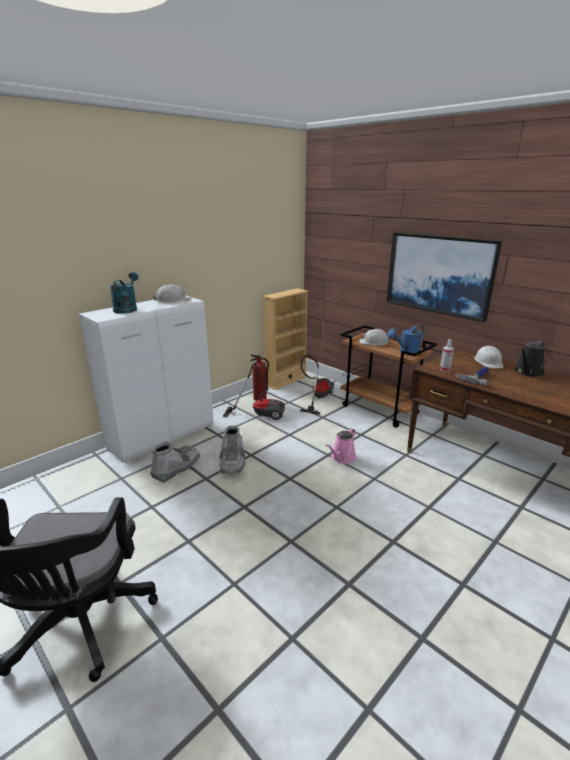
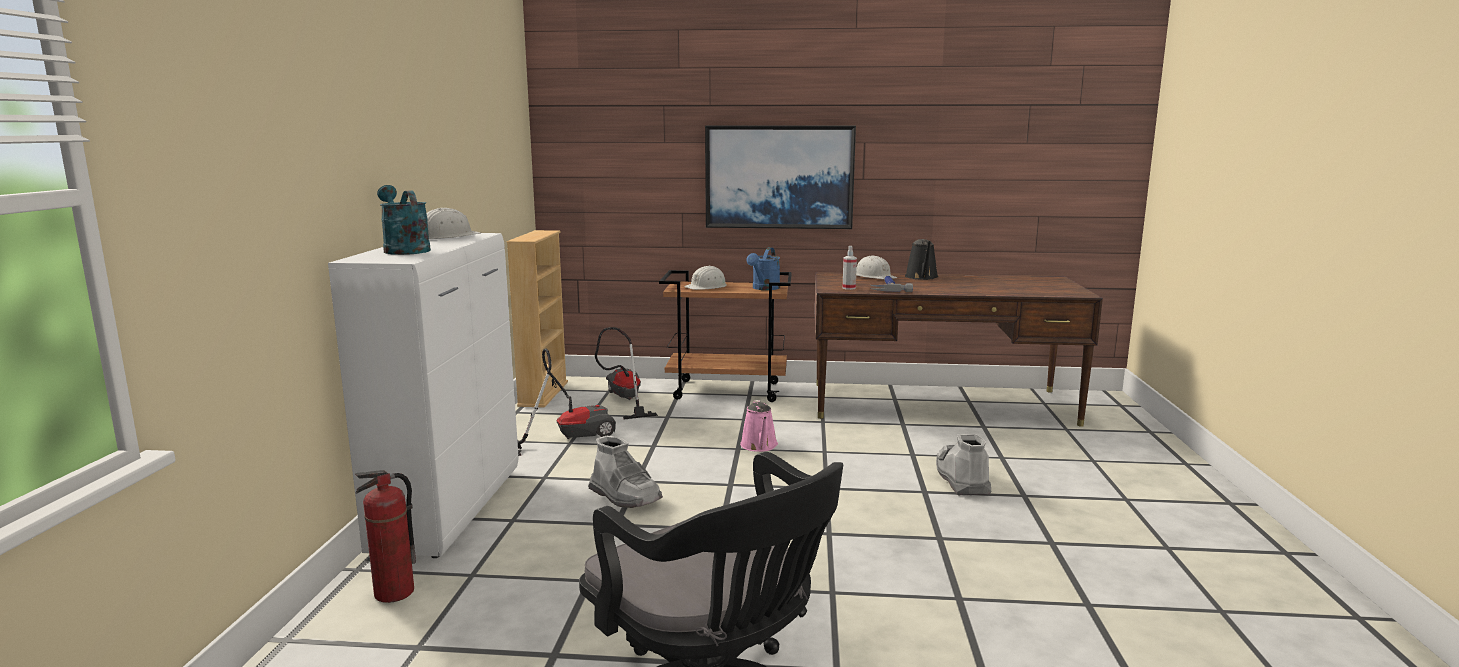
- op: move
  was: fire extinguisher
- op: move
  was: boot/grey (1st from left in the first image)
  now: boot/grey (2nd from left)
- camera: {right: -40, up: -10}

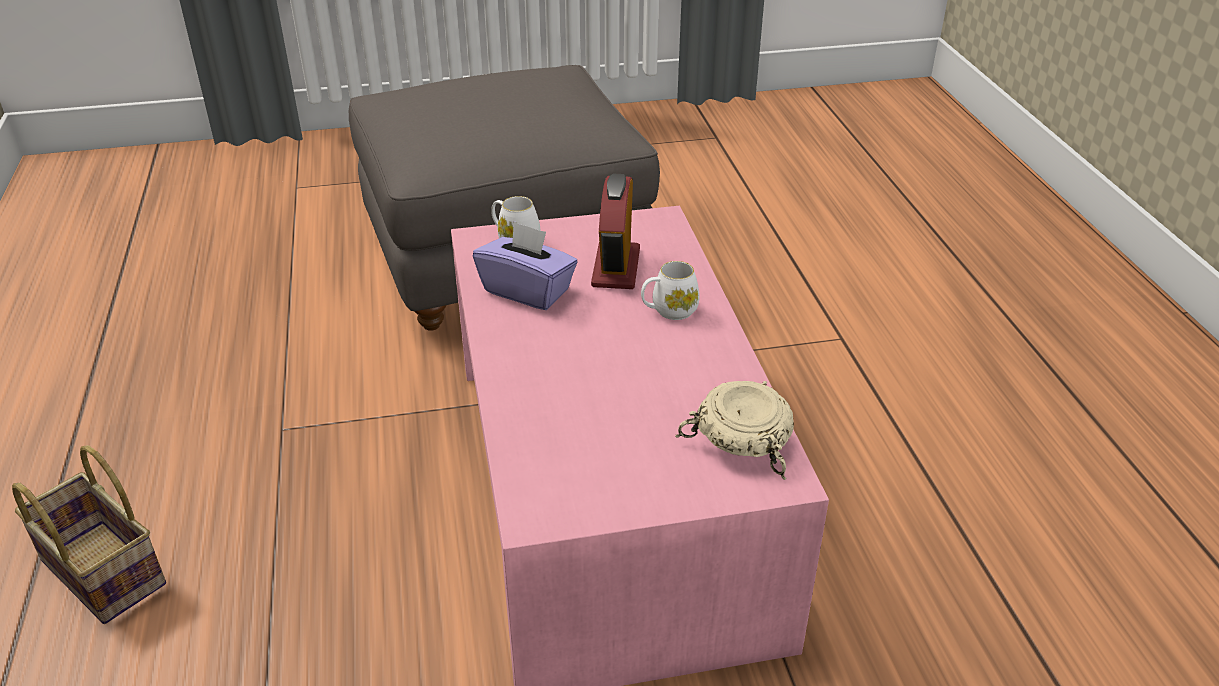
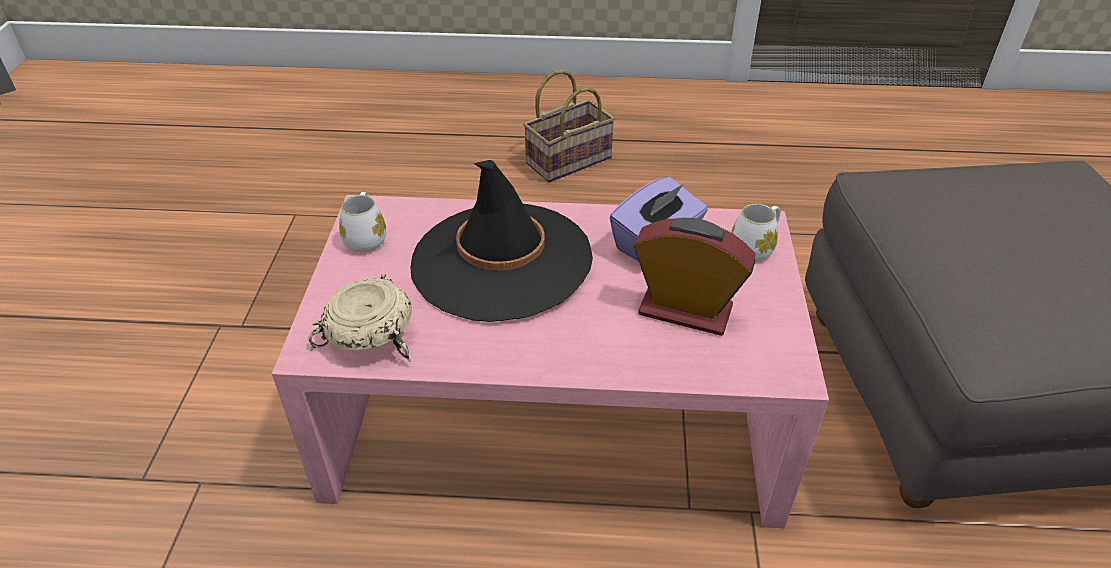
- op: move
  was: mug/white (2nd from left in the first image)
  now: mug/white (1st from left)
- op: insert
  now: hat/black
- camera: {right: 105, up: 5}

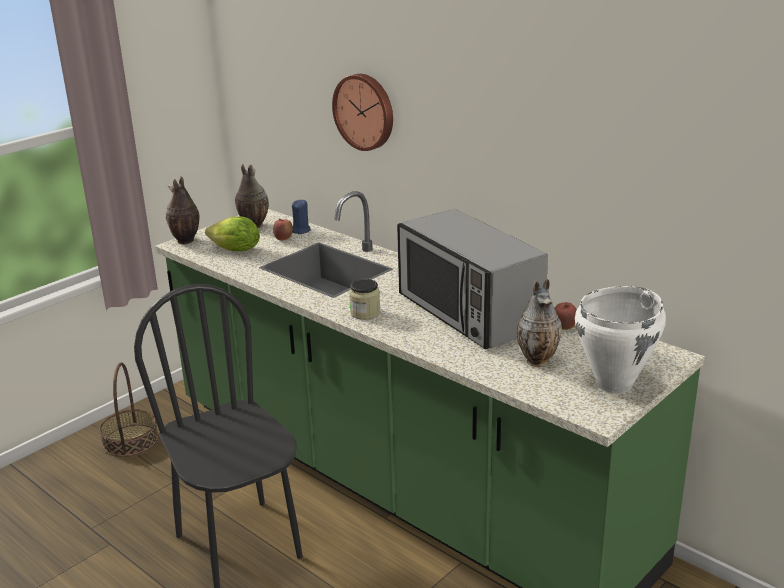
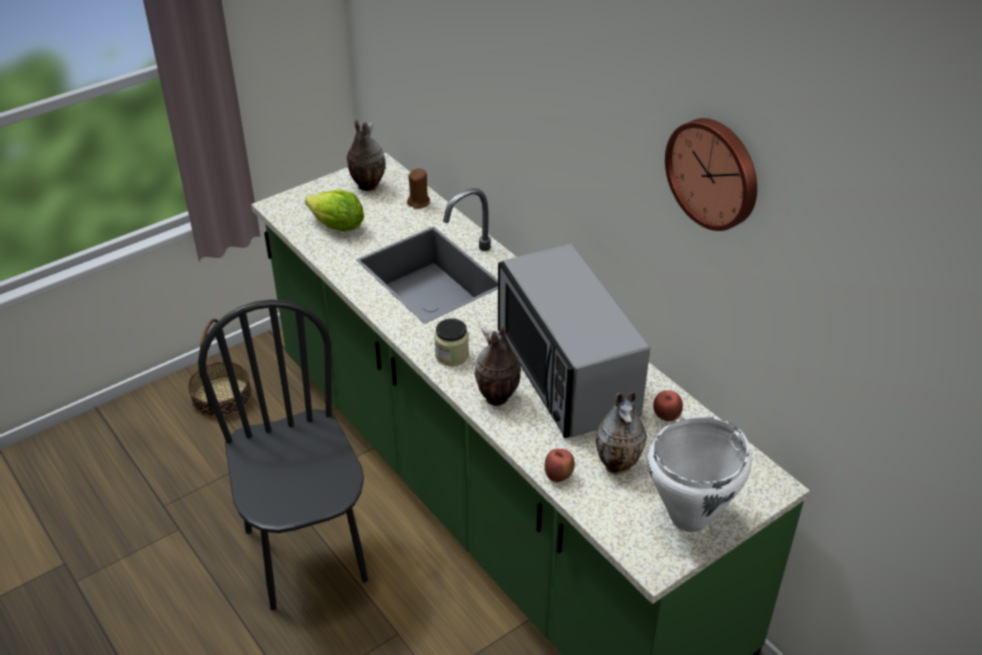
- op: move
  was: wall clock
- op: move
  was: vase (1st from left in the first image)
  now: vase (2nd from left)
- op: recolor
  was: candle/blue
  now: candle/brown
- op: move
  was: apple (1st from left)
- camera: {right: 10, up: 15}

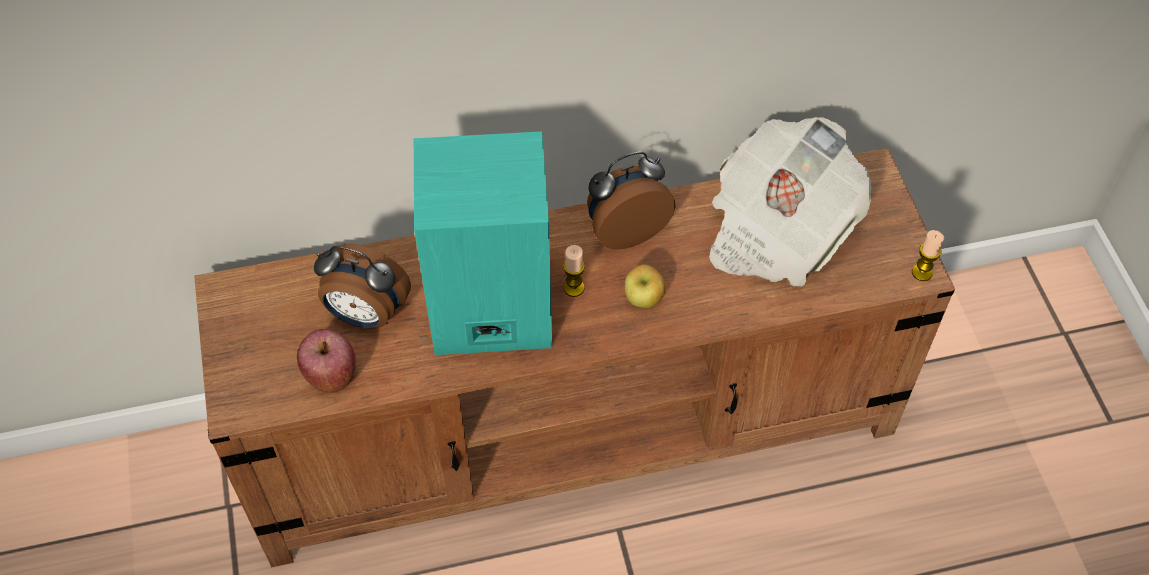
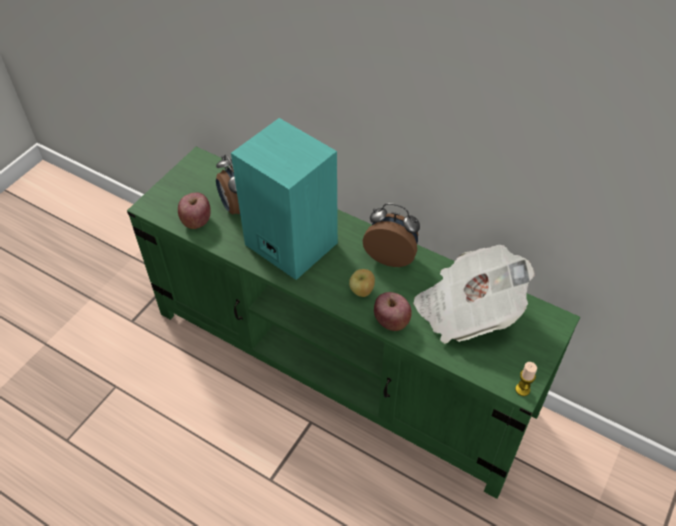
- op: recolor
  was: tv stand/brown
  now: tv stand/green
- op: delete
  was: candle (1st from left)
- op: insert
  now: apple (3rd from left)
- camera: {right: 45, up: -5}

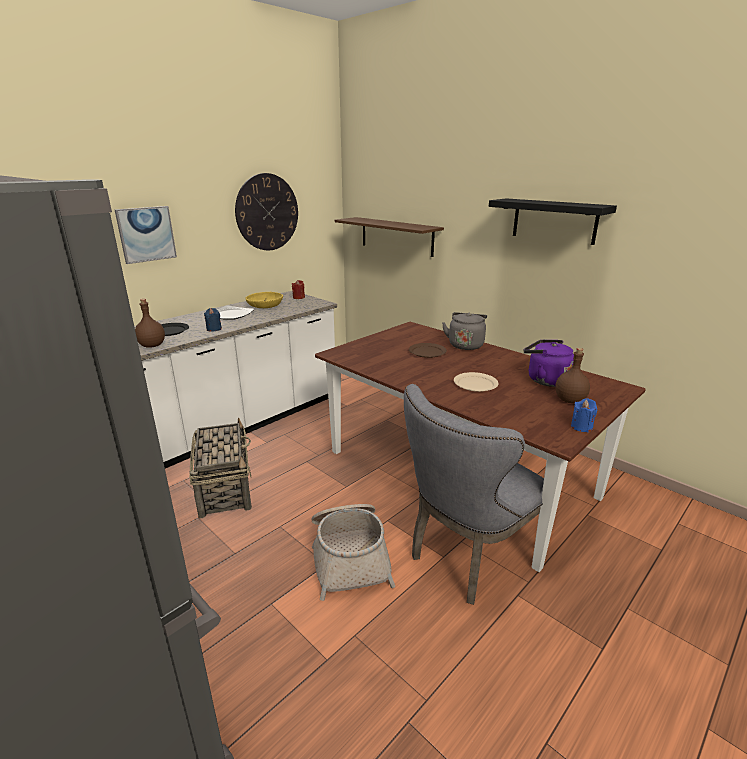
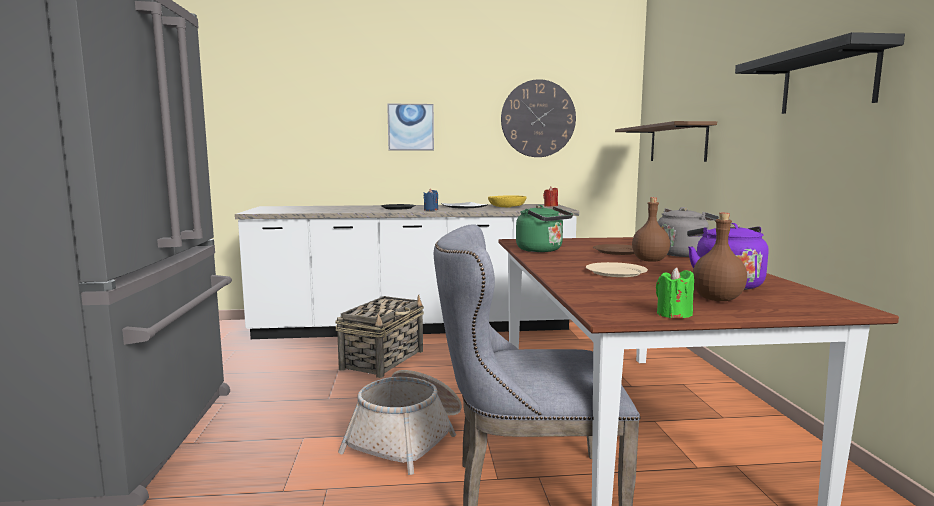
- op: move
  was: bottle/brown (1st from left)
- op: recolor
  was: candle/blue (2nd from left)
  now: candle/green
- op: insert
  now: kettle/green
- camera: {right: 40, up: -15}

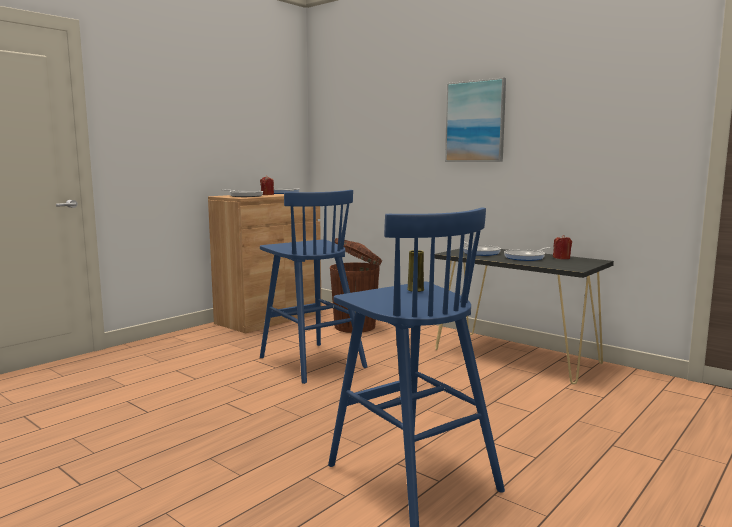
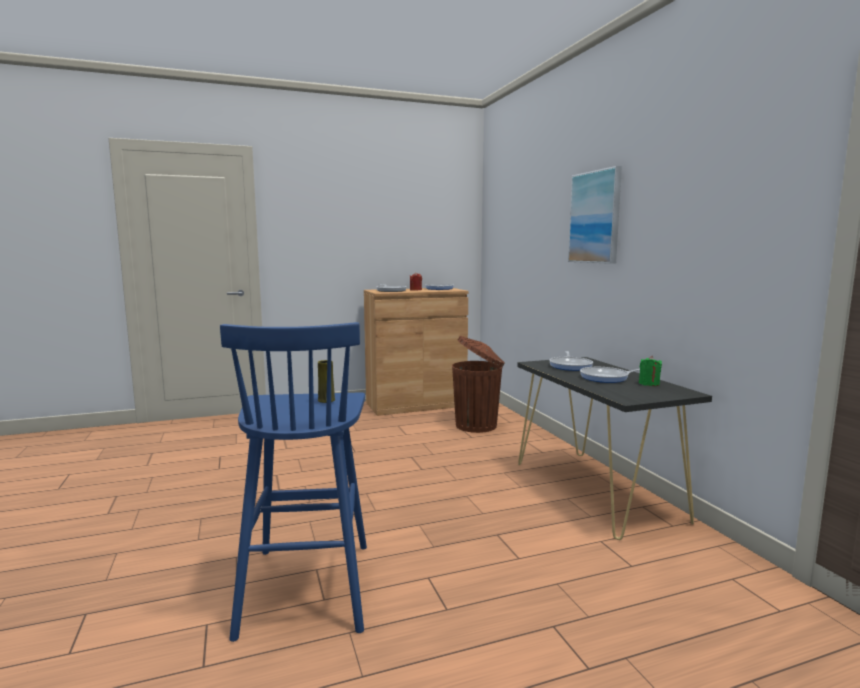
- op: delete
  was: stool/blue (1st from left)
- op: recolor
  was: candle/red (2nd from left)
  now: candle/green
- camera: {right: 30, up: 0}

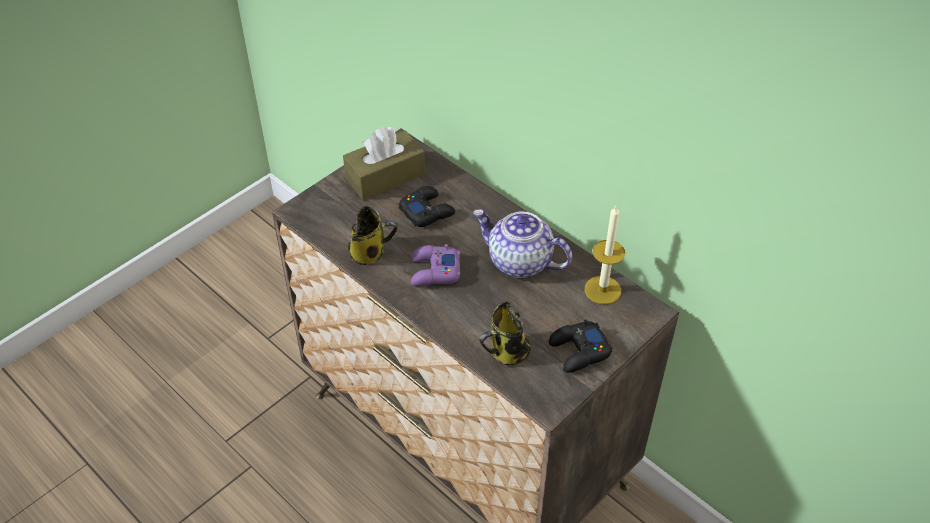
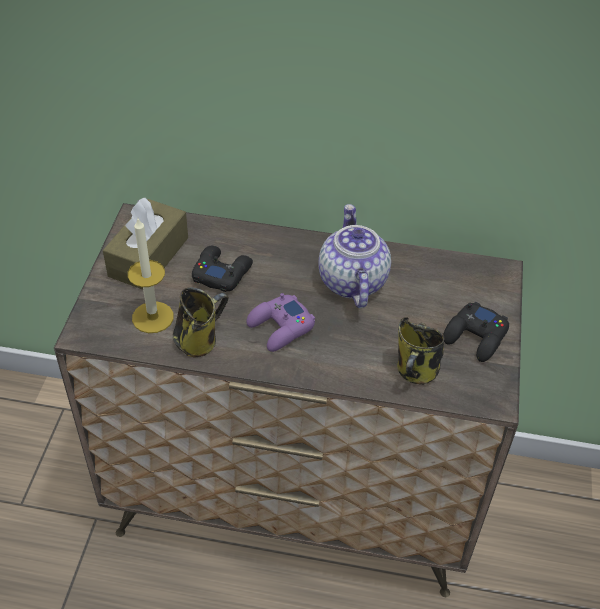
- op: move
  was: candle
- op: rotate
  was: teapot
  clockwise: 90
- camera: {right: -35, up: 0}

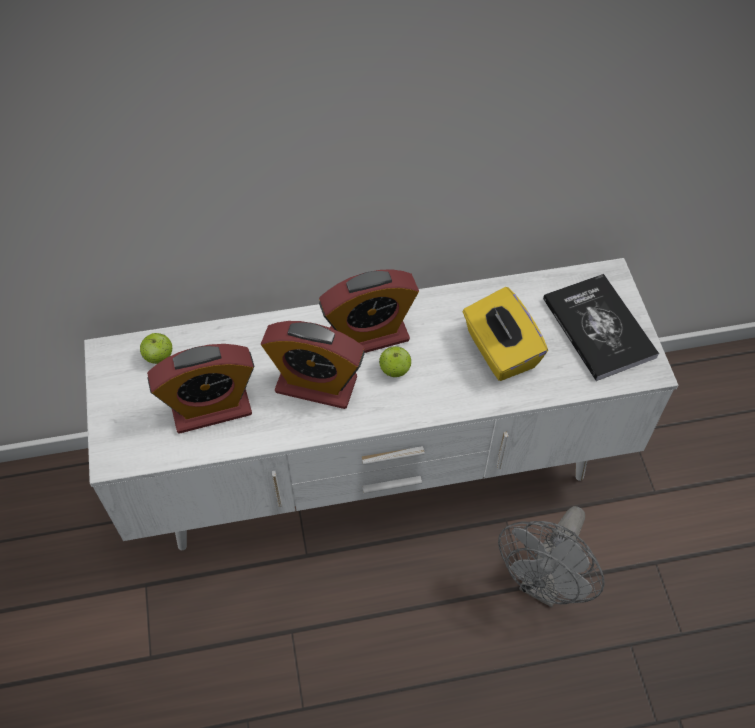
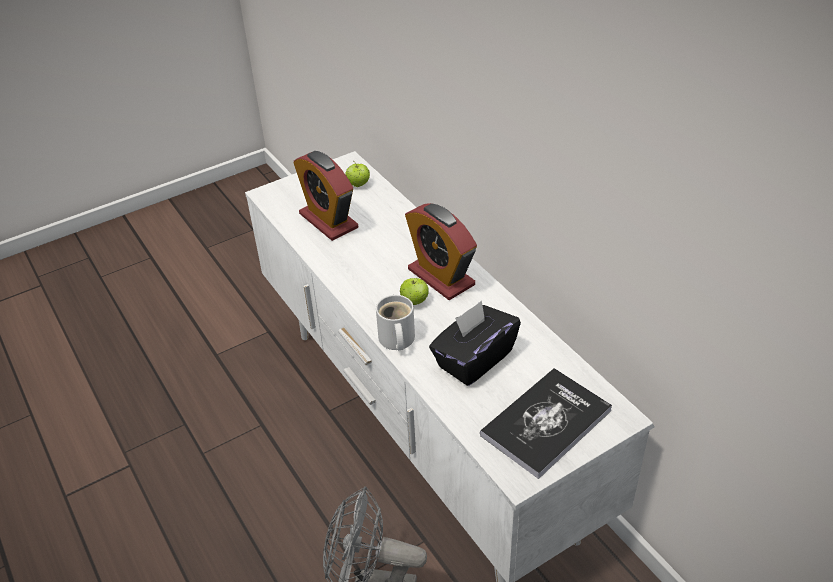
- op: recolor
  was: tissue box/yellow
  now: tissue box/black
- op: delete
  was: alarm clock (2nd from left)
- op: insert
  now: mug/white
- camera: {right: 70, up: -15}

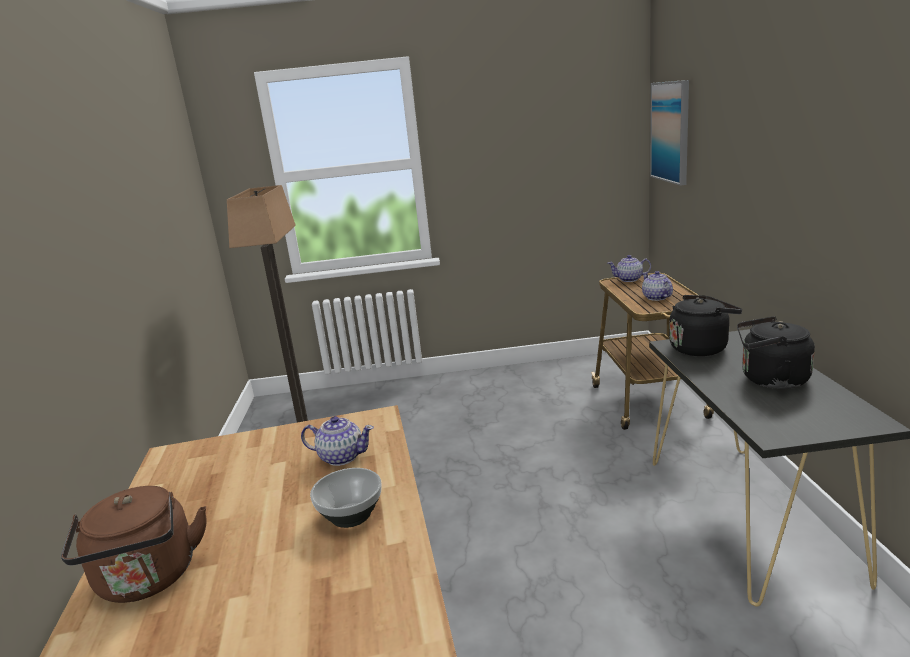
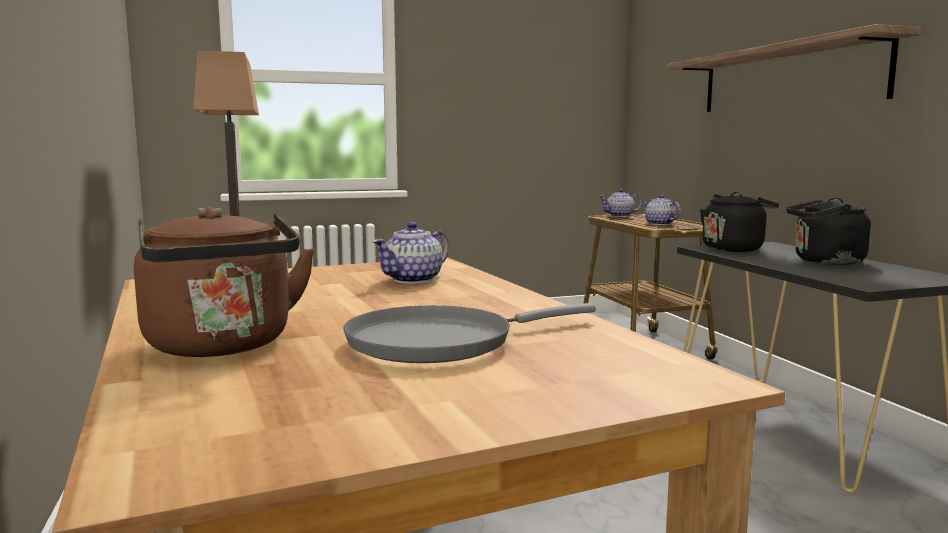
- op: delete
  was: picture
- op: rotate
  was: teapot (1st from left)
  clockwise: 135
- op: delete
  was: bowl
- op: insert
  now: shelf
- op: insert
  now: frying pan/grey
- camera: {right: -15, up: -10}

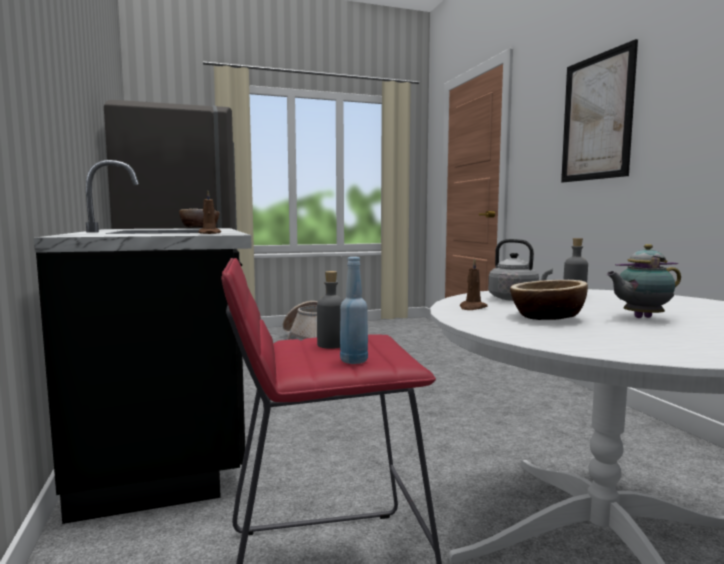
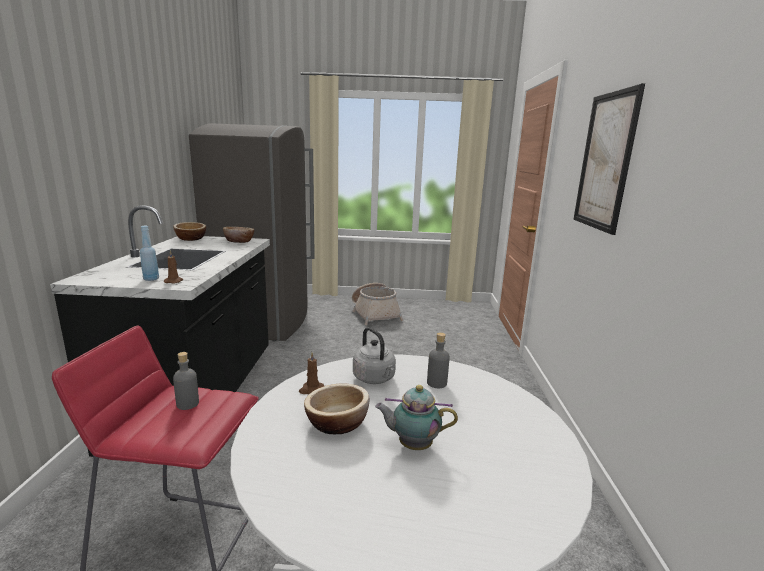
- op: move
  was: bottle/blue
- op: insert
  now: bowl (1st from left)
- camera: {right: 20, up: 10}

